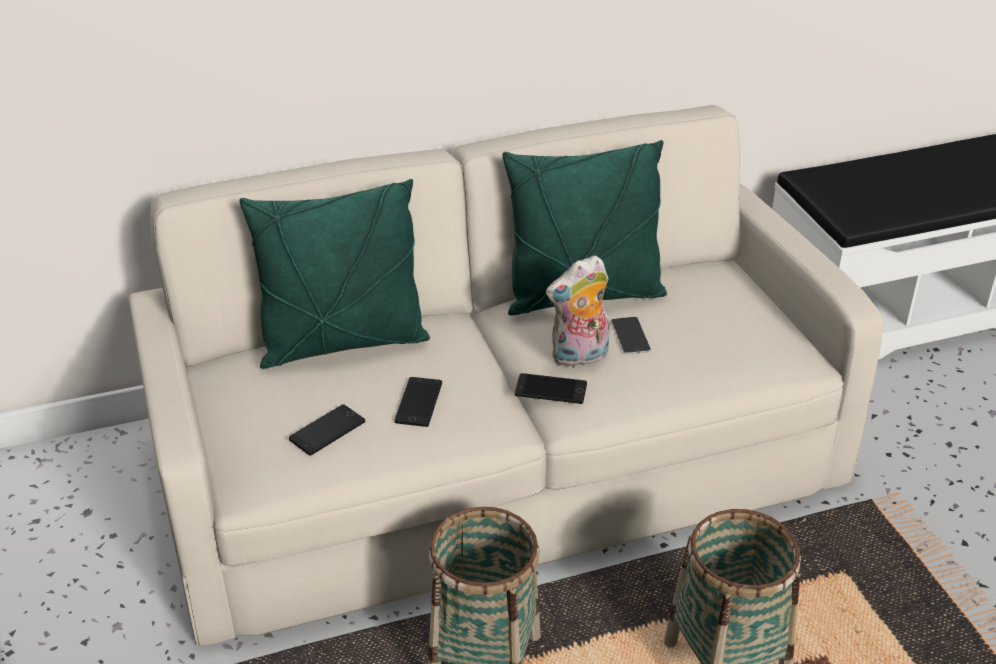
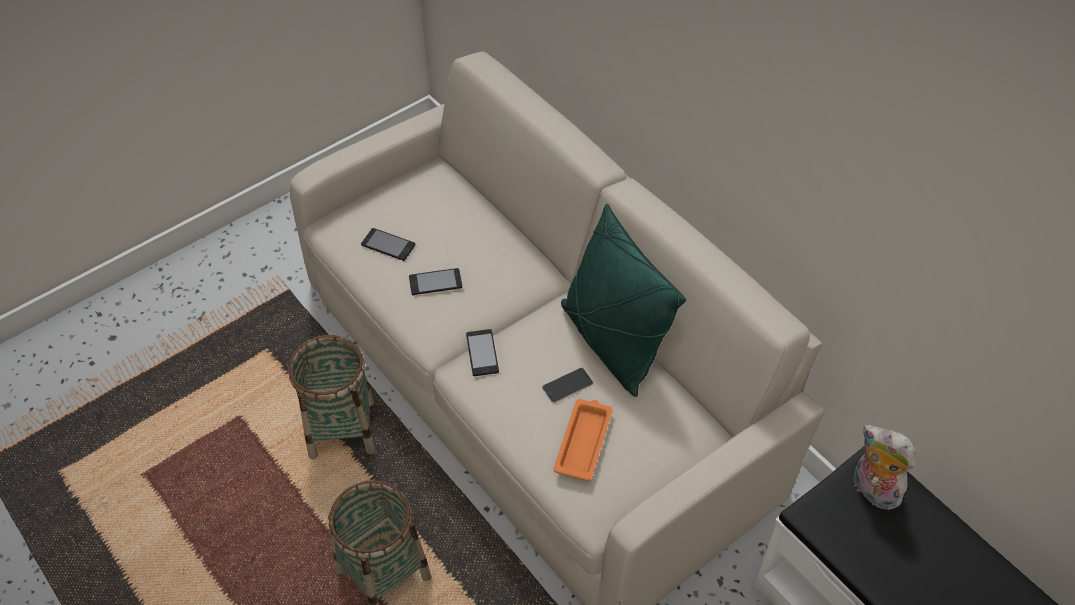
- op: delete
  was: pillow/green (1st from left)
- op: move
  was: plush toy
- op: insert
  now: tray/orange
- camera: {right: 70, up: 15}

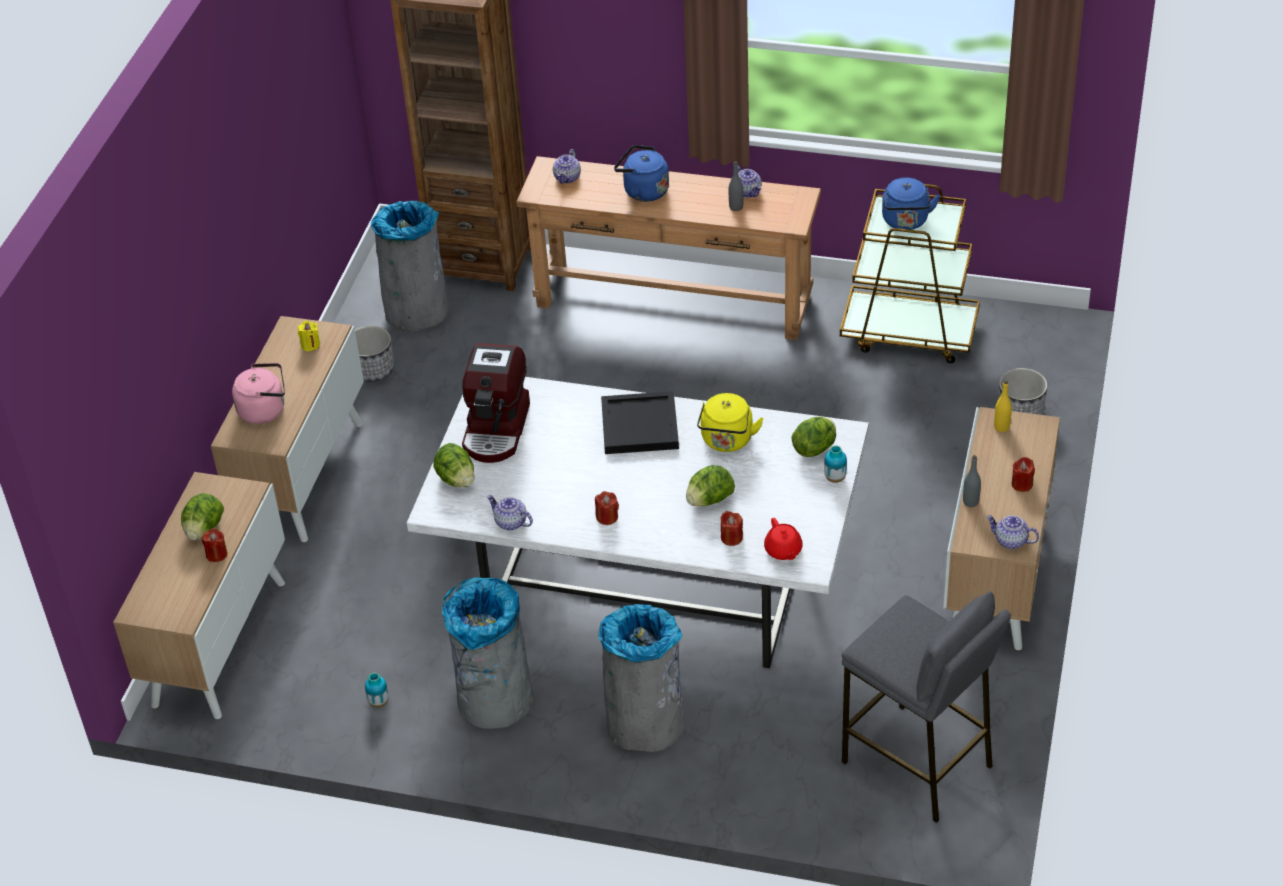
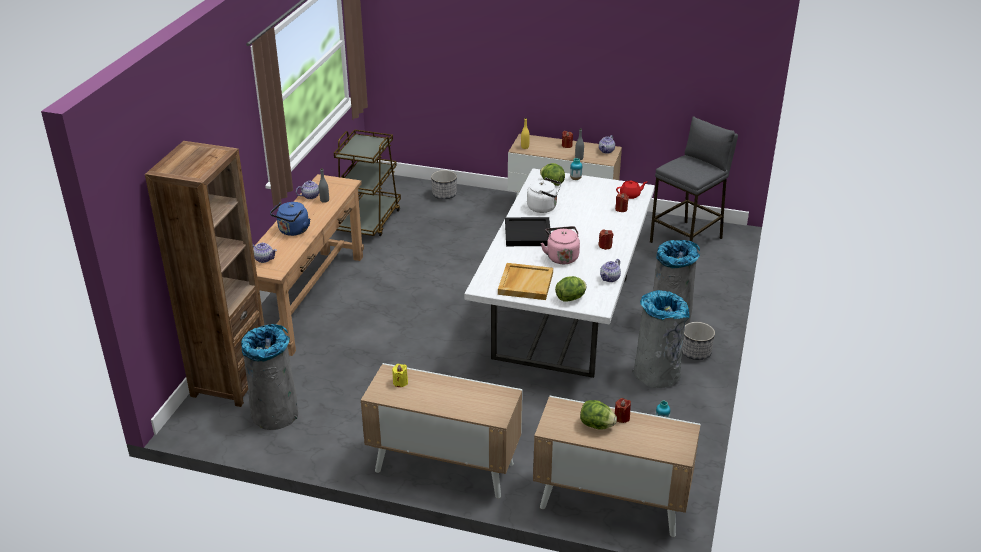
- op: delete
  was: kettle/blue (2nd from left)
- op: move
  was: planter (1st from left in the first image)
  now: planter (2nd from left)
- op: replace
  was: coffee machine
  now: tray/beige
- op: move
  was: kettle/pink
- op: recolor
  was: kettle/yellow
  now: kettle/white
- op: delete
  was: lettuce (3rd from left)
- camera: {right: -90, up: -10}

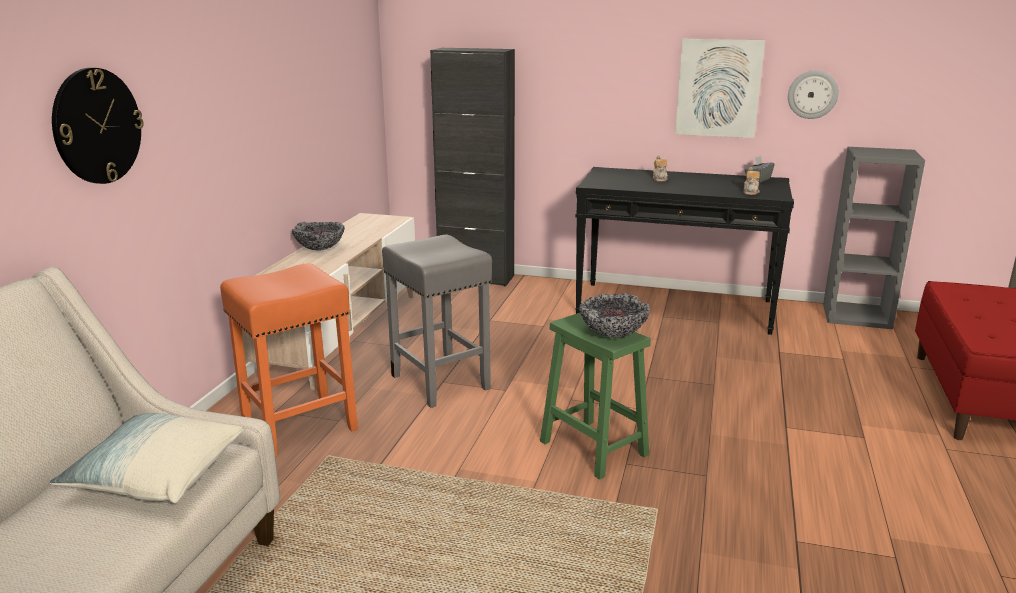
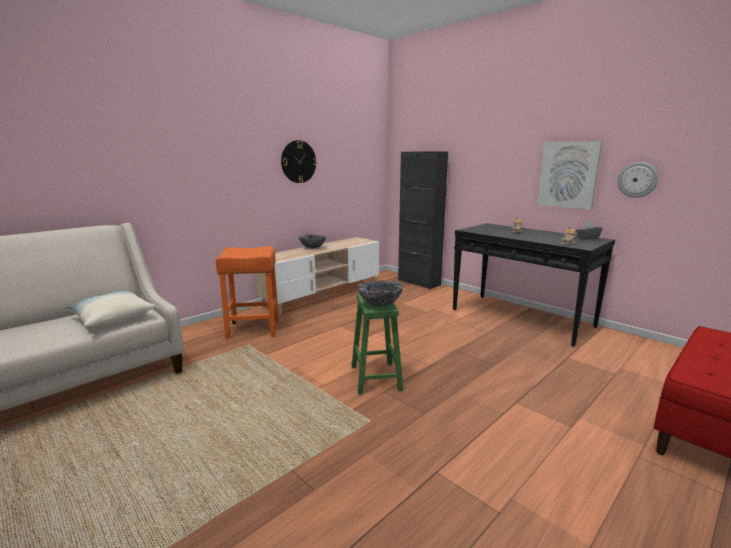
- op: move
  was: wall clock (1st from left)
- op: delete
  was: bookcase/grey
- op: delete
  was: stool/grey
- camera: {right: 30, up: -5}

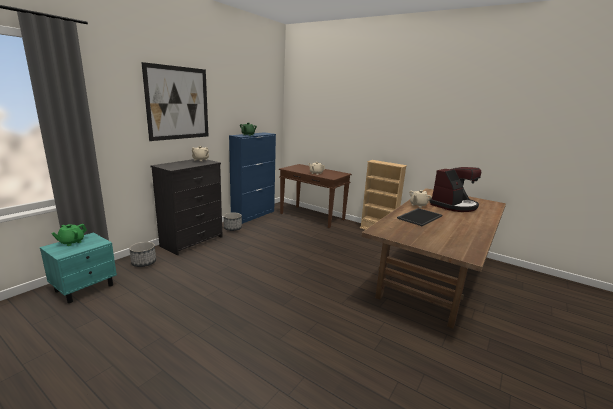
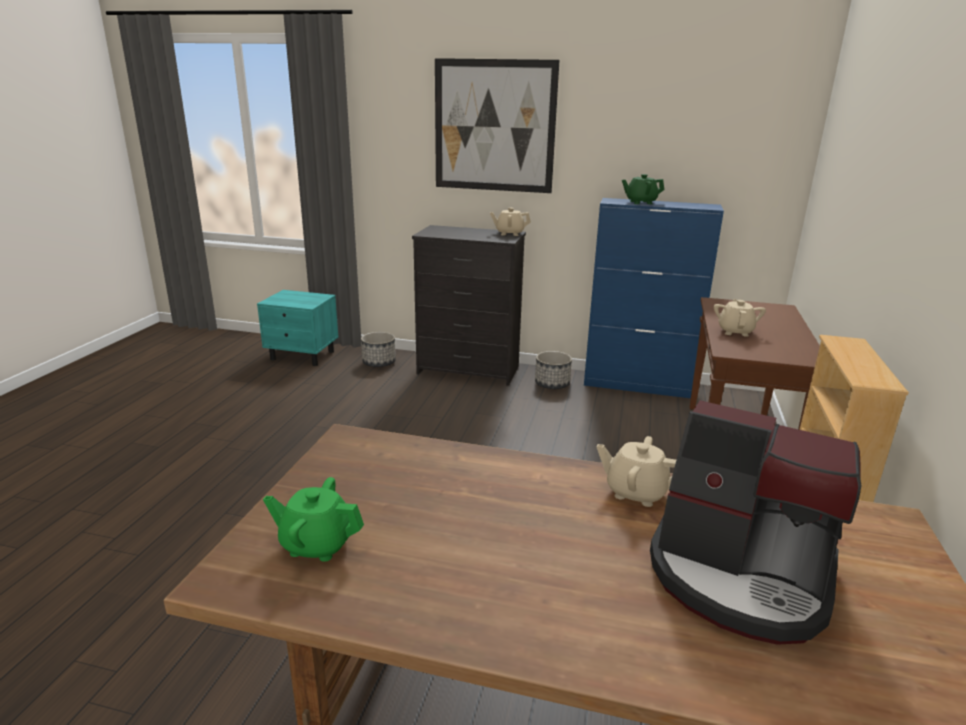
- op: delete
  was: tray
- op: move
  was: teapot/green (1st from left)
- camera: {right: 70, up: 5}

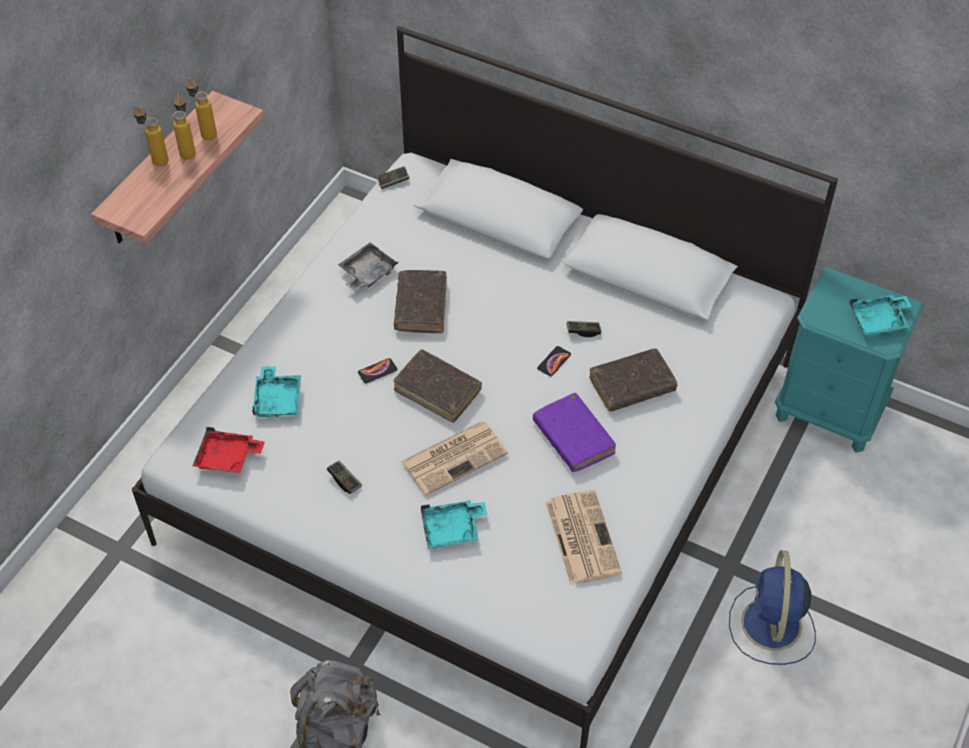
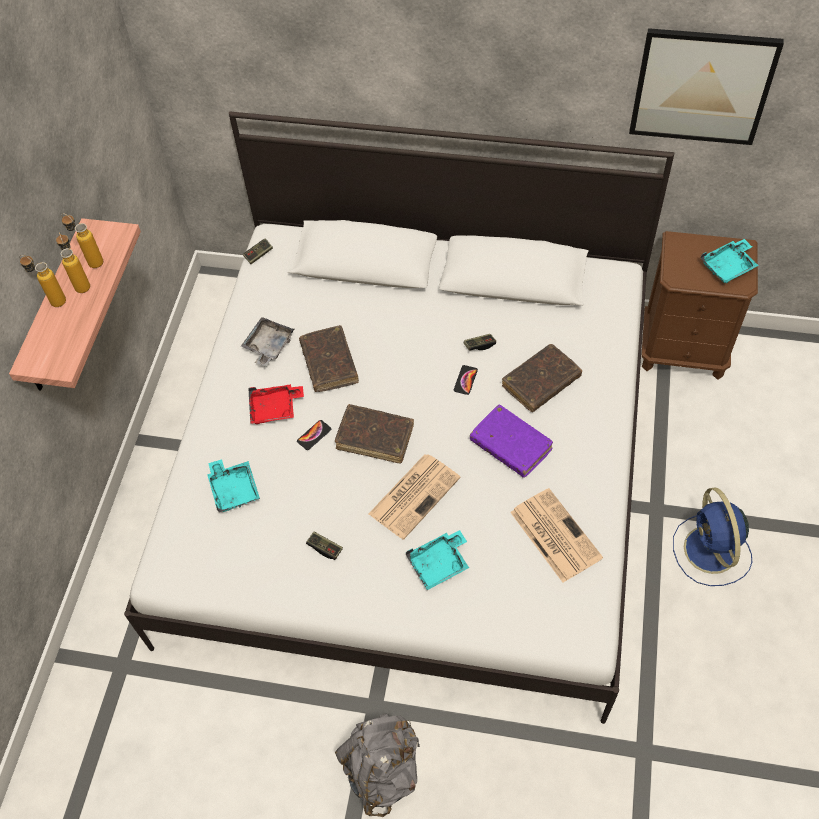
- op: recolor
  was: nightstand/turquoise
  now: nightstand/brown
- op: move
  was: tray/red
- op: insert
  now: picture
- camera: {right: -15, up: 5}

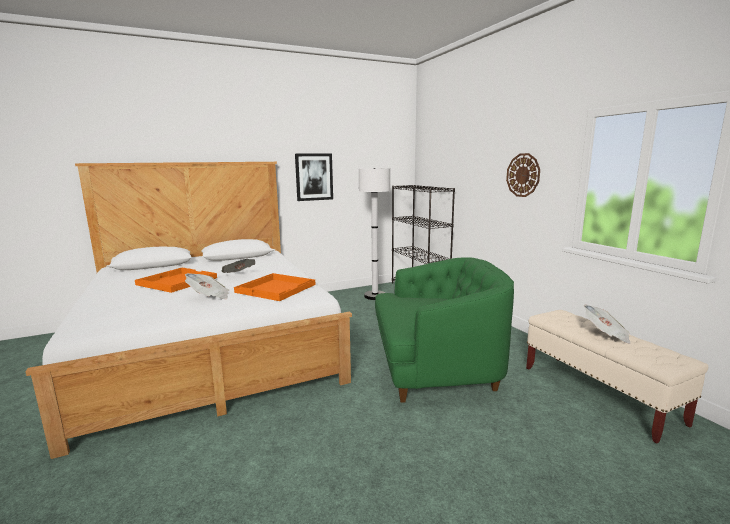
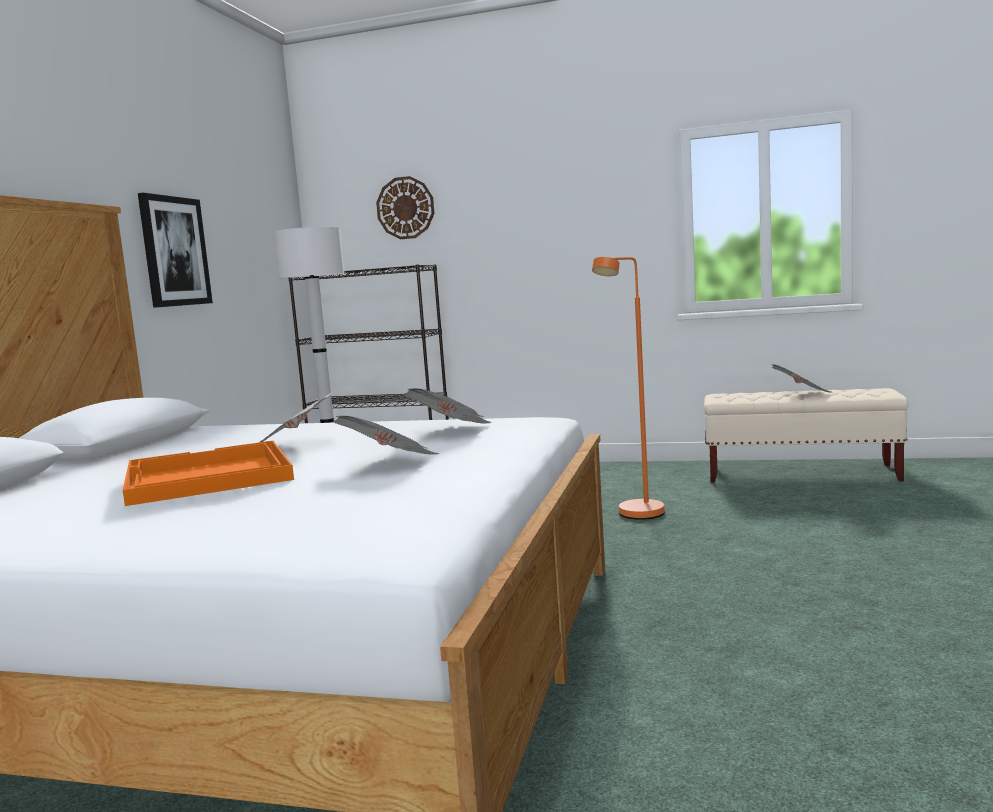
- op: move
  was: wall clock
- op: replace
  was: armchair/green
  now: floor lamp/orange
- op: replace
  was: tray/orange (2nd from left)
  now: newspaper (3rd from left)
- camera: {right: -50, up: -5}

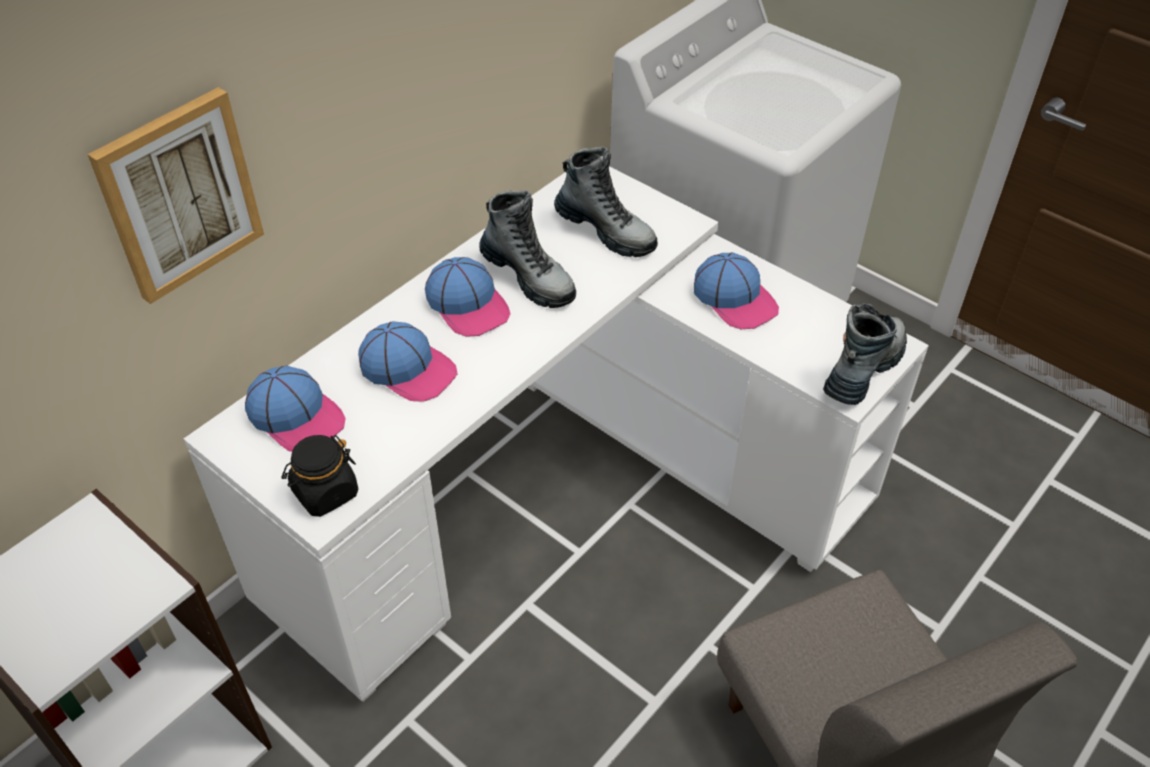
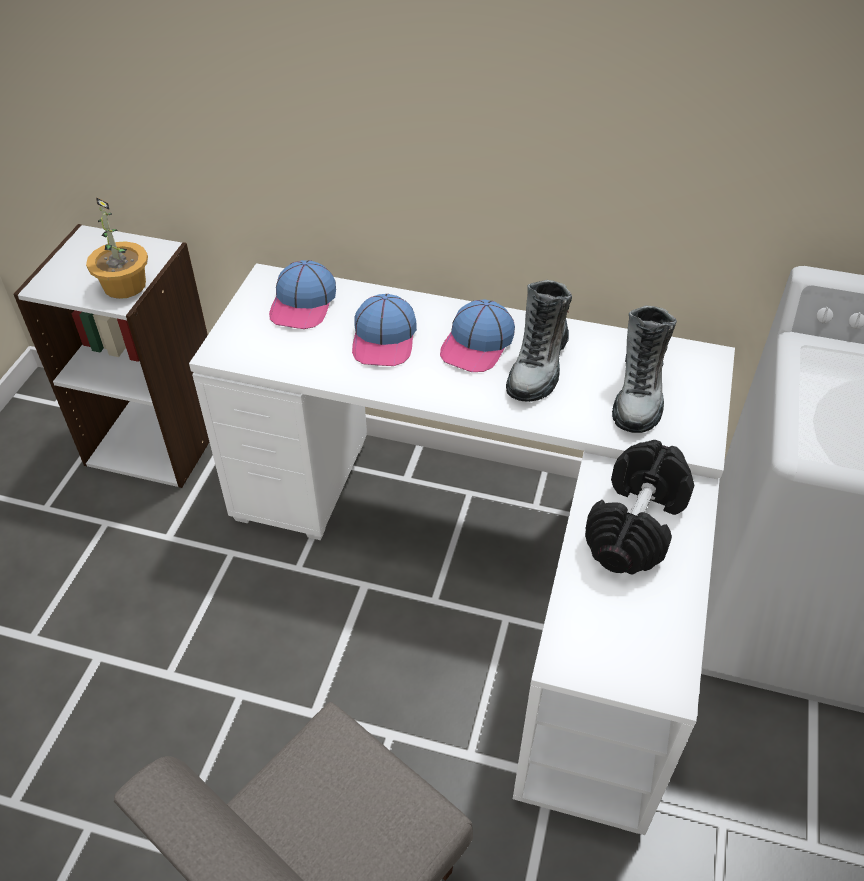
- op: delete
  was: picture
- op: replace
  was: cap (4th from left)
  now: dumbbell/black
- op: delete
  was: boot (3rd from left)
- op: delete
  was: jar/black
- op: insert
  now: potted plant
- camera: {right: 65, up: 0}

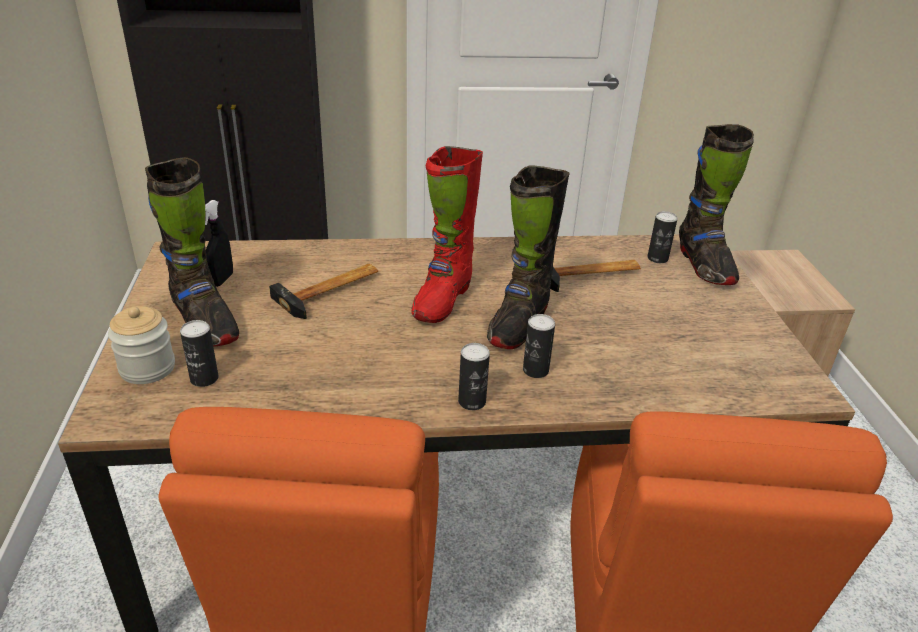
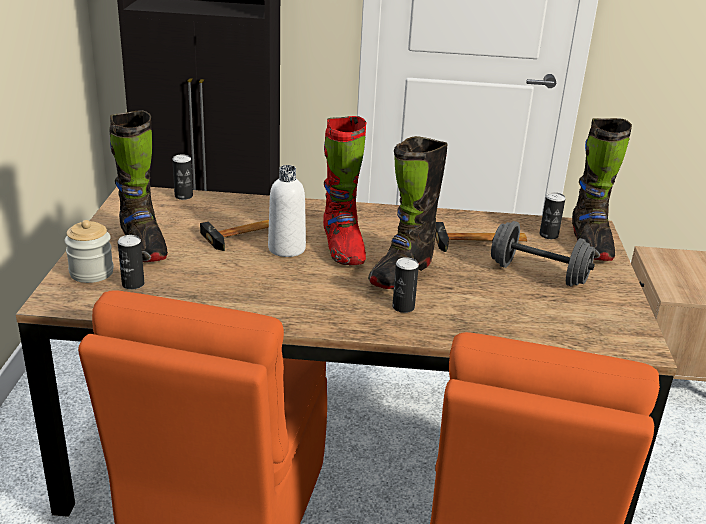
- op: rotate
  was: boot/red
  clockwise: -45
- op: delete
  was: spray bottle/black
- op: move
  was: can (2nd from left)
- op: insert
  now: bottle/white
- op: insert
  now: dumbbell/grey
- camera: {right: 10, up: -5}

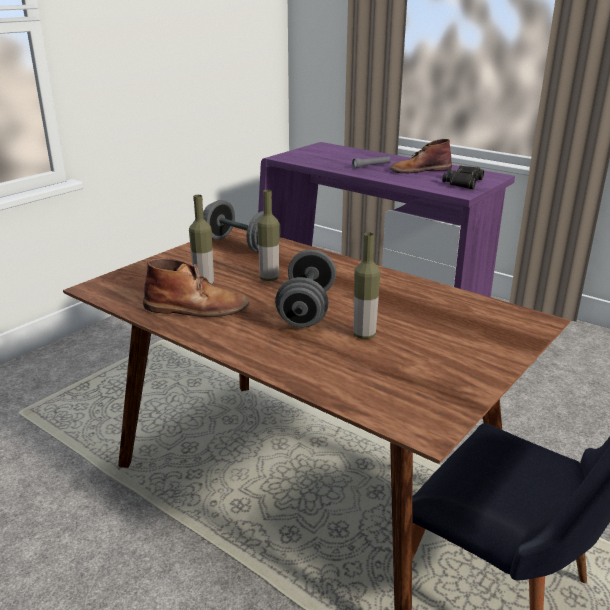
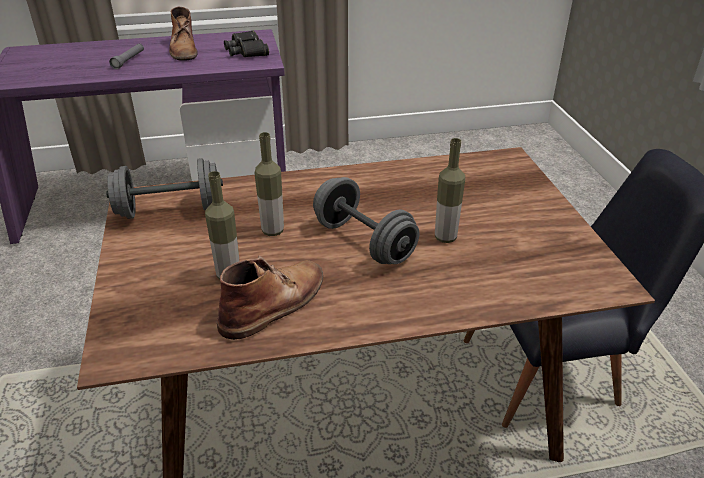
- op: rotate
  was: boot/brown (2nd from left in the first image)
  clockwise: -45
- camera: {right: -50, up: 10}

